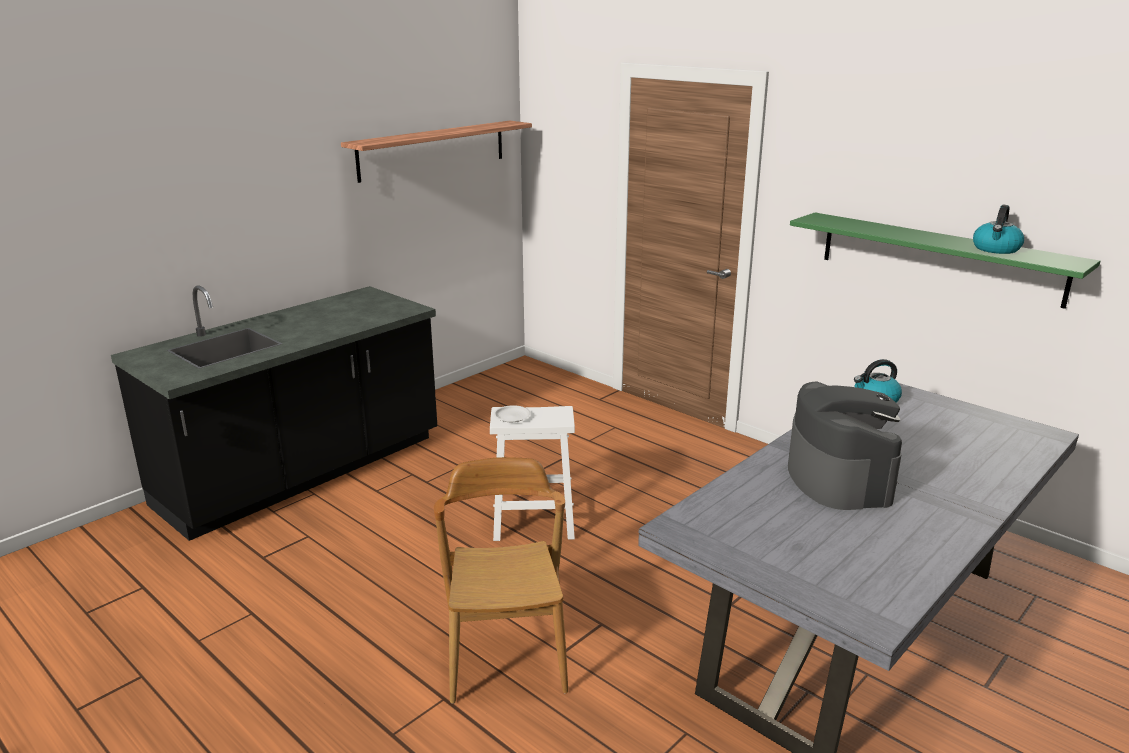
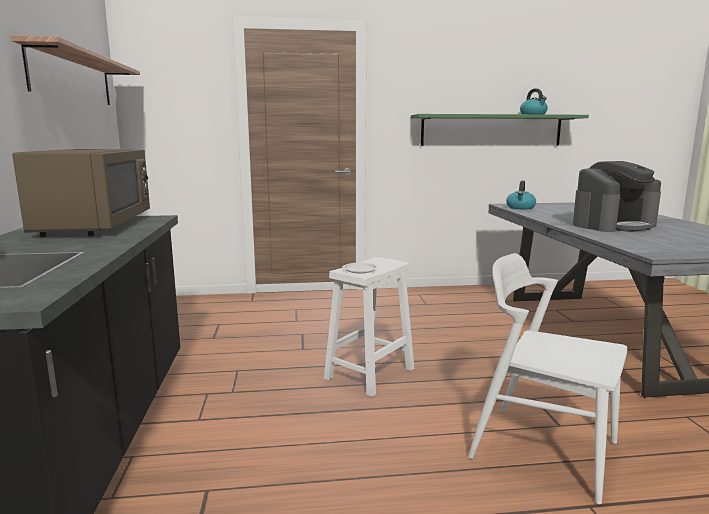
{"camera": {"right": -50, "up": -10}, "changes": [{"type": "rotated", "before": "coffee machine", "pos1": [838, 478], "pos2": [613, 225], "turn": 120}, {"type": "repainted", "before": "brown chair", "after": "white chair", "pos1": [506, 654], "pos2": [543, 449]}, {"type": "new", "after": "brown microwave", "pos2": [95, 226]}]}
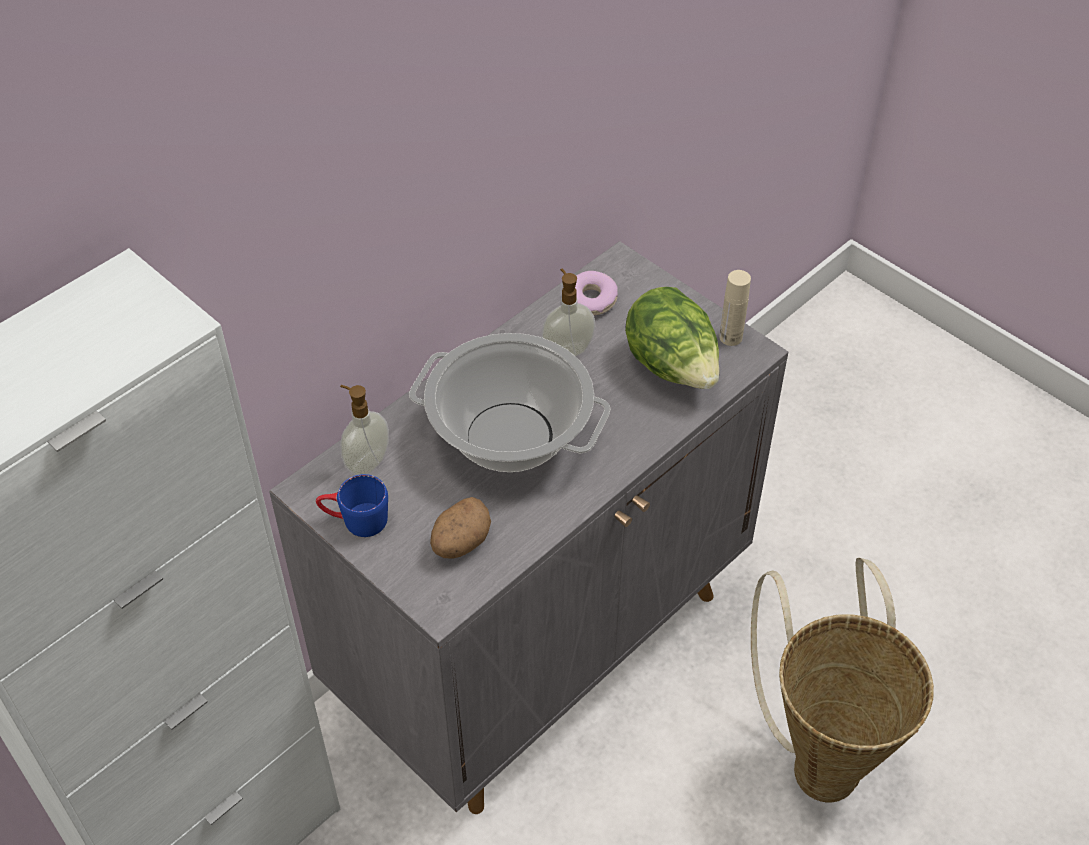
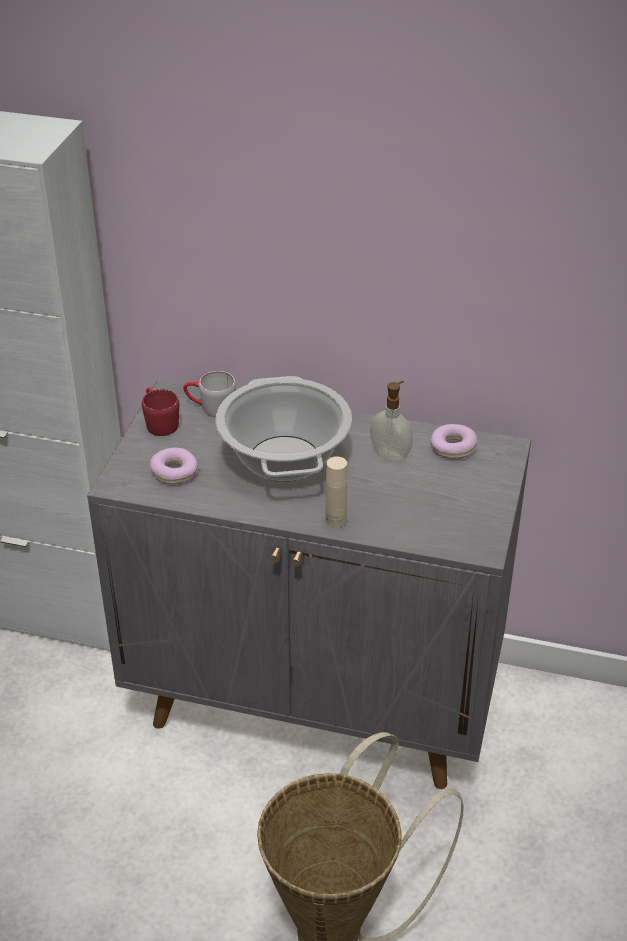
{"camera": {"right": 60, "up": -10}, "changes": [{"type": "shifted", "before": "beige bottle", "pos1": [730, 337], "pos2": [336, 521]}, {"type": "gone", "before": "lettuce", "pos1": [672, 368]}, {"type": "swapped", "before": "soap dispenser", "after": "grey mug", "pos1": [366, 462], "pos2": [210, 407]}, {"type": "repainted", "before": "blue mug", "after": "red mug", "pos1": [355, 520], "pos2": [159, 422]}, {"type": "swapped", "before": "potato", "after": "donut", "pos1": [460, 543], "pos2": [174, 472]}]}
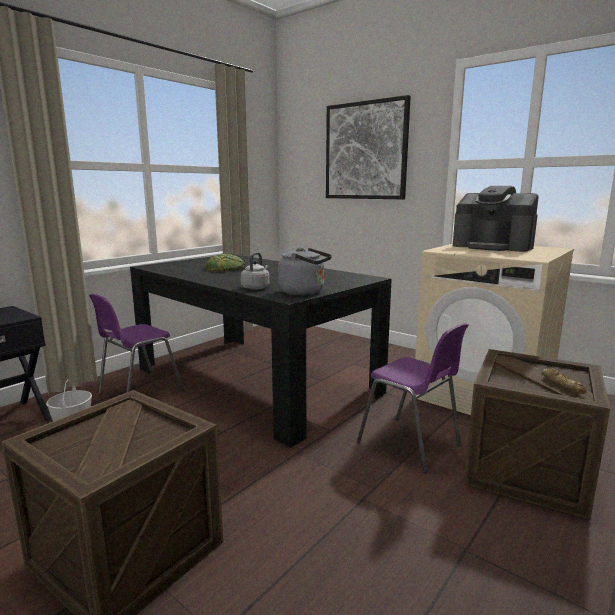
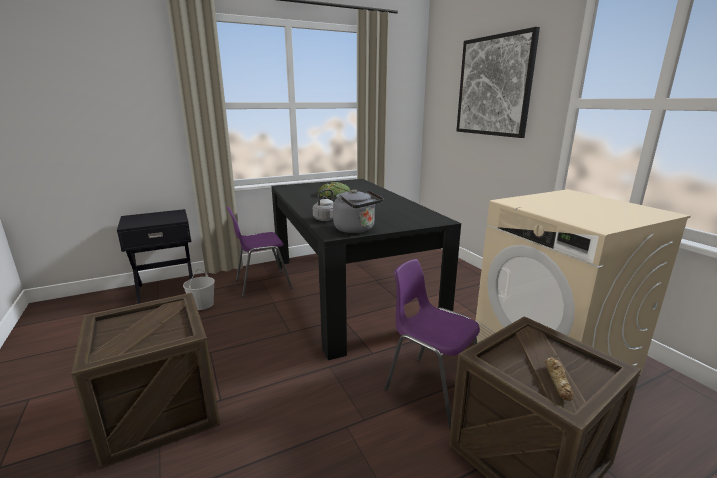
{"camera": {"right": 25, "up": 5}, "changes": [{"type": "gone", "before": "coffee machine", "pos1": [493, 246]}, {"type": "rotated", "before": "purple chair", "pos1": [411, 445], "pos2": [431, 388], "turn": 150}]}
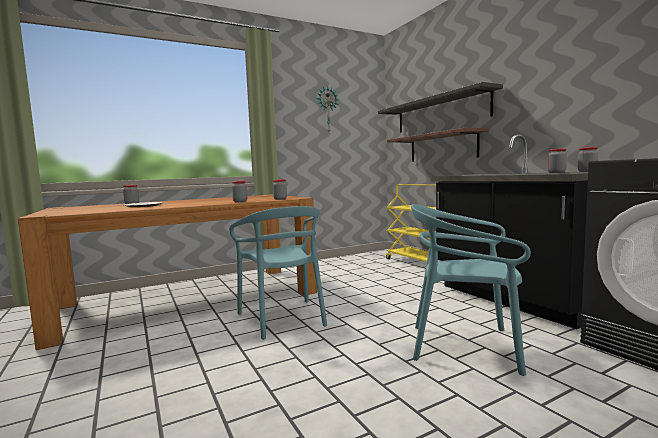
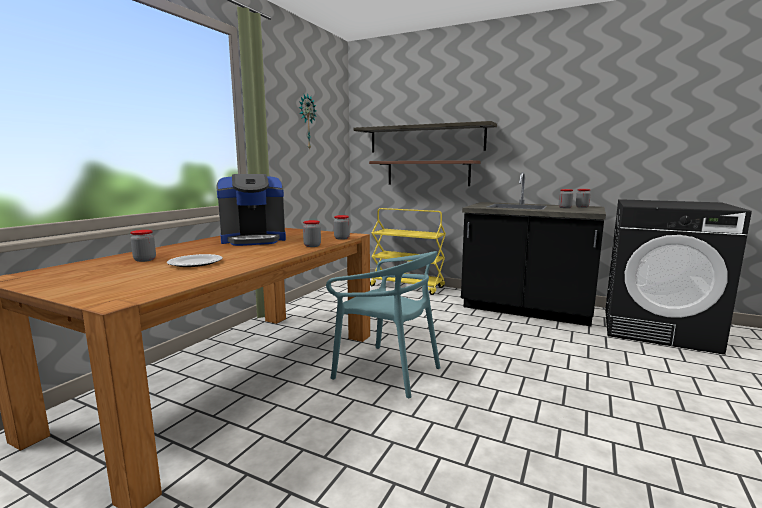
{"camera": {"right": -35, "up": 5}, "changes": [{"type": "gone", "before": "turquoise chair", "pos1": [464, 346]}, {"type": "new", "after": "coffee machine", "pos2": [254, 240]}]}
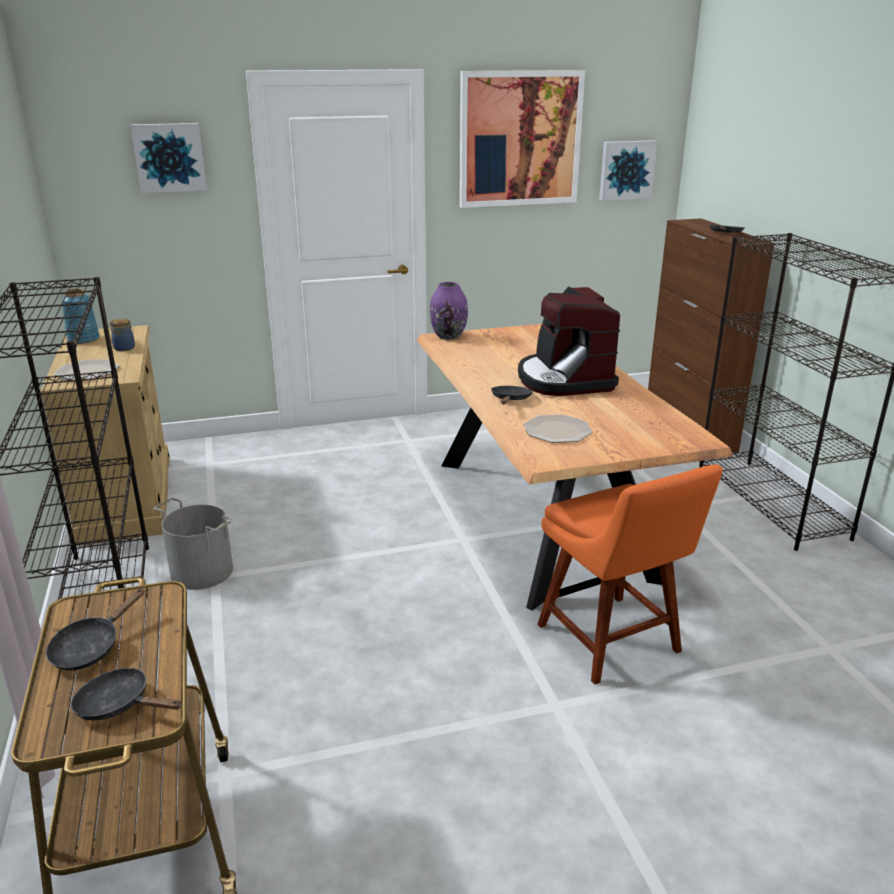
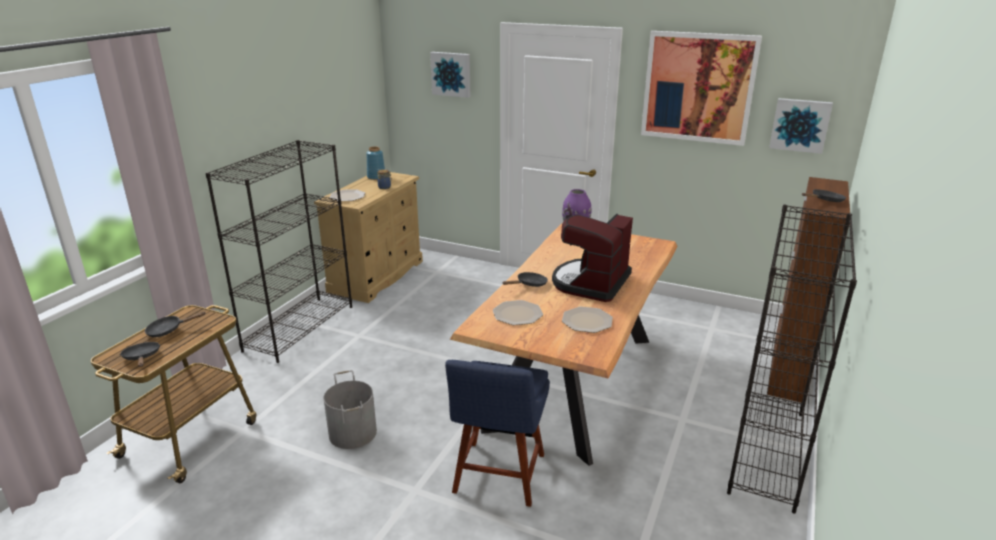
{"camera": {"right": 40, "up": 0}, "changes": [{"type": "repainted", "before": "orange chair", "after": "blue chair", "pos1": [612, 642], "pos2": [498, 476]}, {"type": "shifted", "before": "grey bucket", "pos1": [202, 571], "pos2": [353, 432]}, {"type": "new", "after": "plate", "pos2": [587, 321]}]}
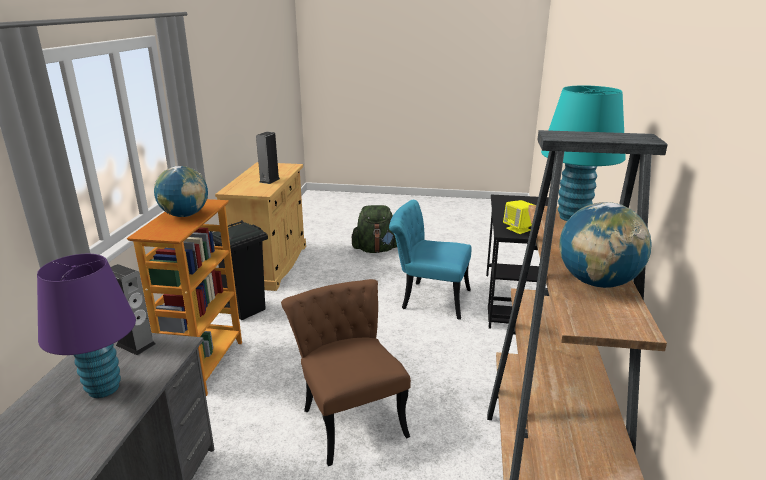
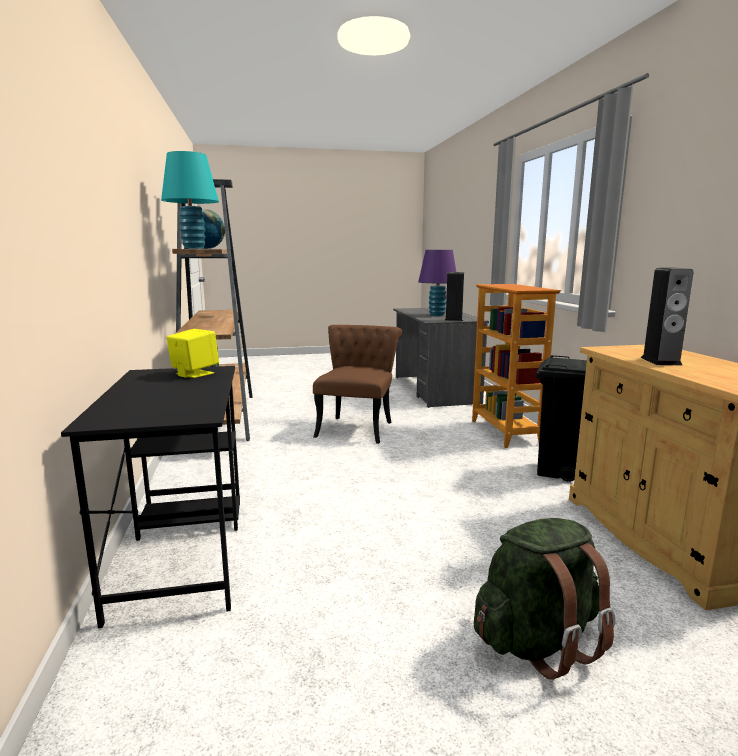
{"camera": {"right": 160, "up": -10}, "changes": [{"type": "gone", "before": "globe", "pos1": [185, 215]}, {"type": "gone", "before": "turquoise chair", "pos1": [428, 298]}, {"type": "rotated", "before": "brown chair", "pos1": [349, 416], "pos2": [357, 427], "turn": -120}]}
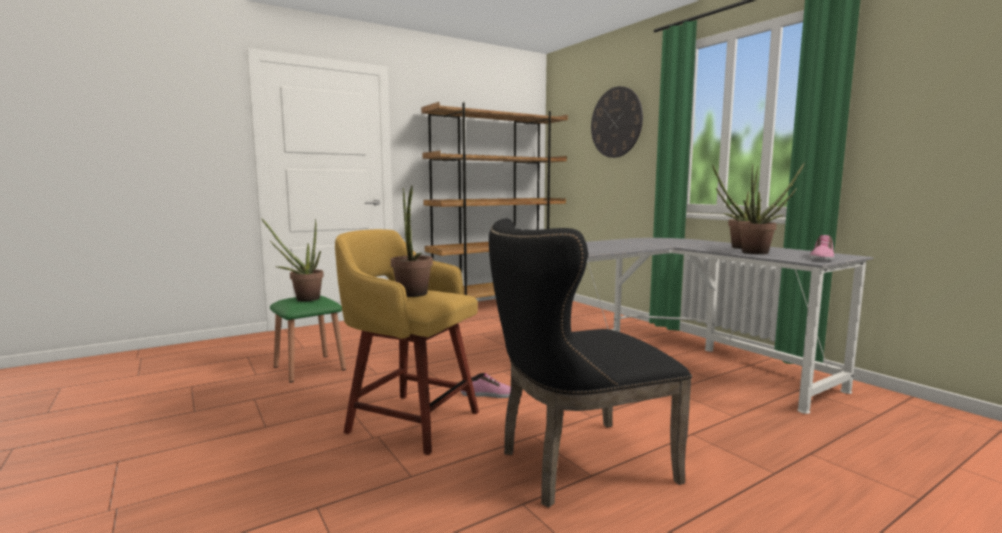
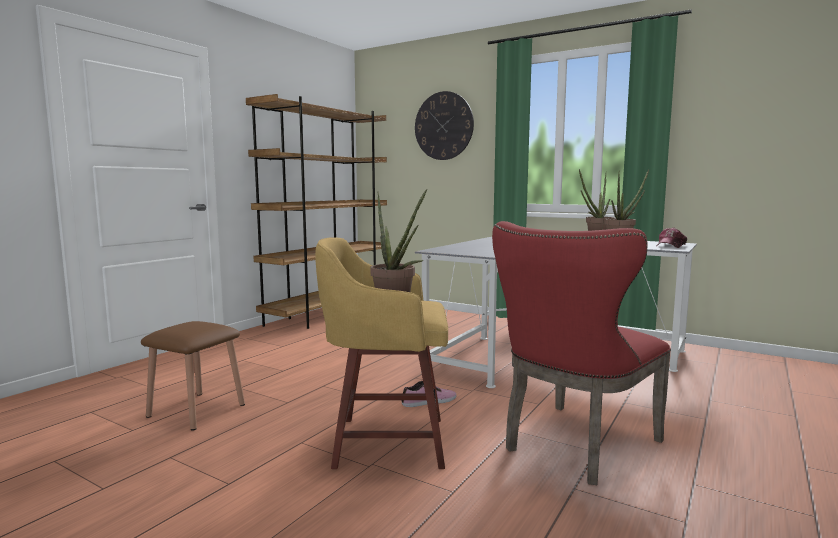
{"camera": {"right": -25, "up": 0}, "changes": [{"type": "gone", "before": "potted plant", "pos1": [302, 299]}, {"type": "repainted", "before": "black chair", "after": "red chair", "pos1": [575, 465], "pos2": [574, 446]}, {"type": "swapped", "before": "shoe", "after": "cap", "pos1": [820, 258], "pos2": [671, 246]}, {"type": "repainted", "before": "green stool", "after": "brown stool", "pos1": [309, 368], "pos2": [196, 410]}]}
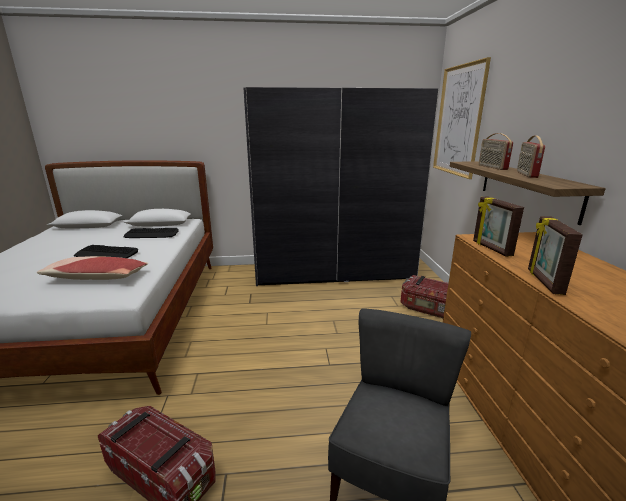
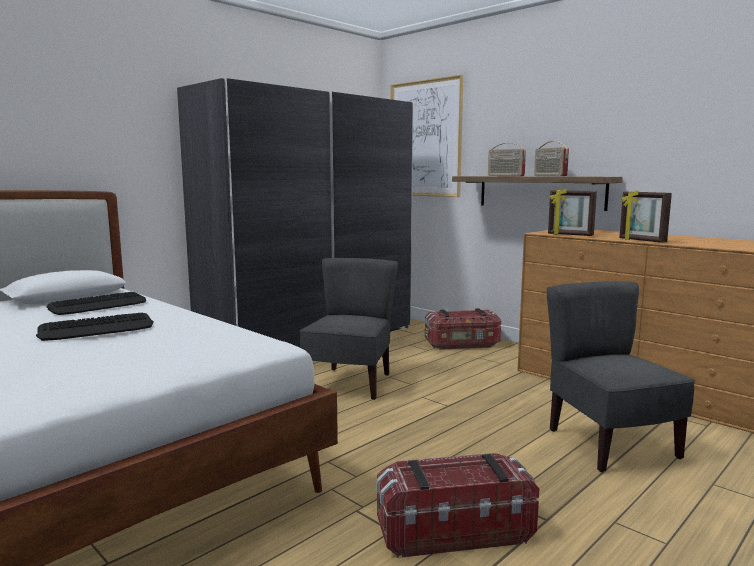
{"camera": {"right": -40, "up": -10}, "changes": [{"type": "gone", "before": "pillow", "pos1": [96, 278]}, {"type": "new", "after": "grey chair", "pos2": [350, 383]}]}
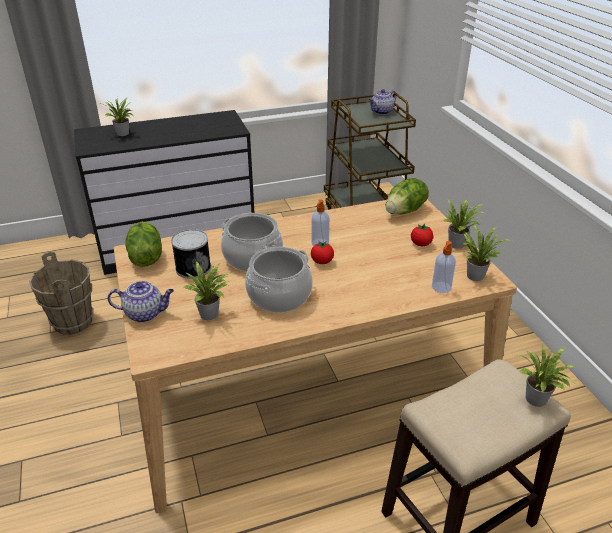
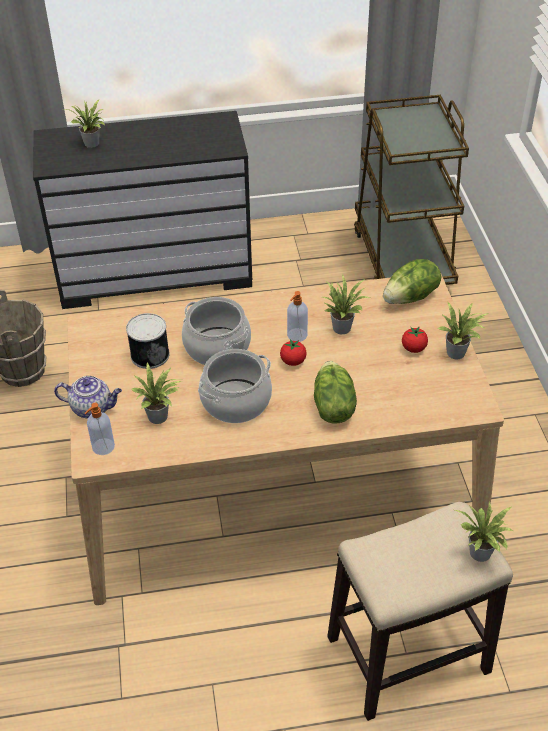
{"camera": {"right": 10, "up": 10}, "changes": [{"type": "gone", "before": "teapot", "pos1": [381, 112]}, {"type": "shifted", "before": "lettuce", "pos1": [145, 257], "pos2": [332, 406]}, {"type": "shifted", "before": "potted plant", "pos1": [475, 274], "pos2": [342, 326]}, {"type": "shifted", "before": "soap dispenser", "pos1": [441, 288], "pos2": [102, 447]}]}
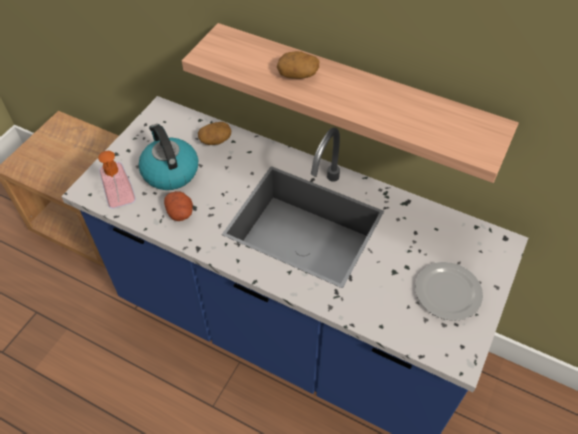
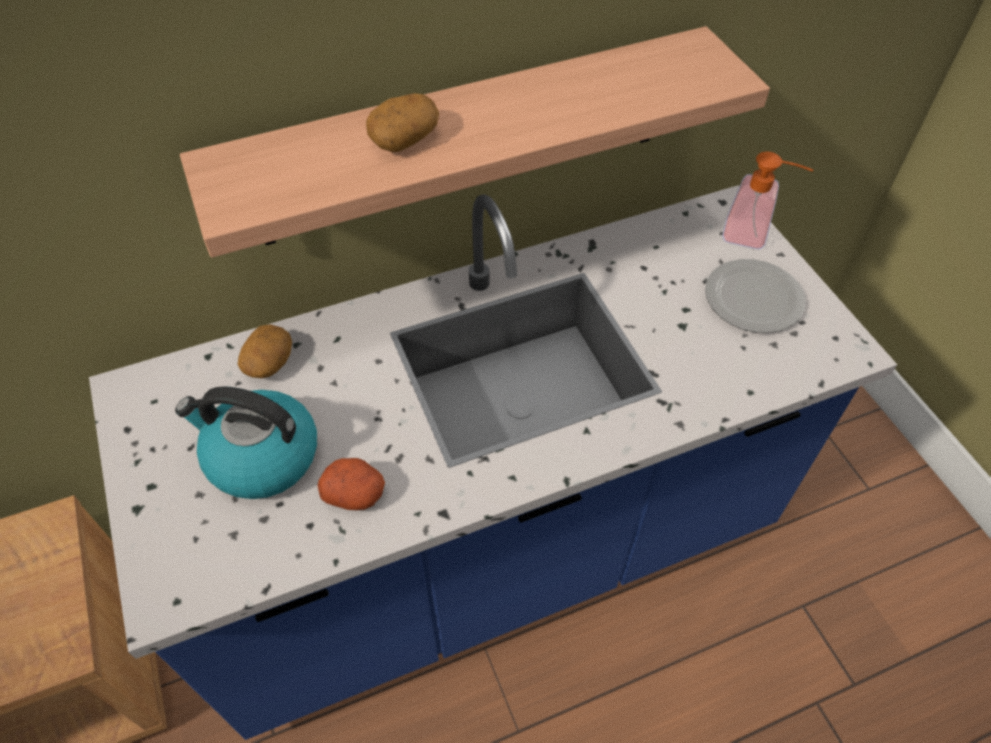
{"camera": {"right": -50, "up": 0}, "changes": [{"type": "shifted", "before": "soap dispenser", "pos1": [122, 201], "pos2": [754, 236]}]}
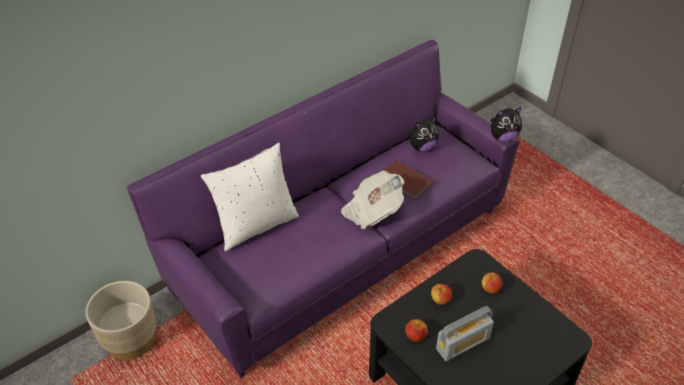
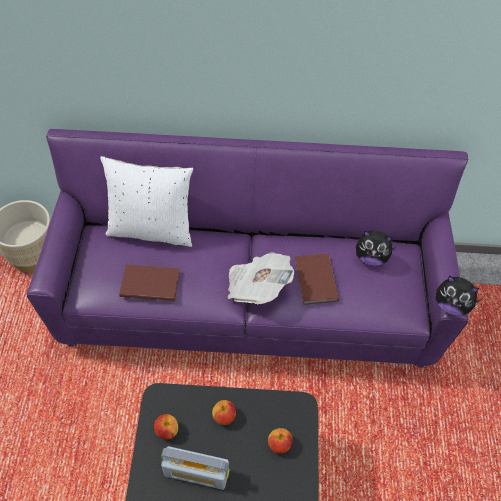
{"camera": {"right": 40, "up": 10}, "changes": [{"type": "new", "after": "brown book", "pos2": [149, 283]}]}
